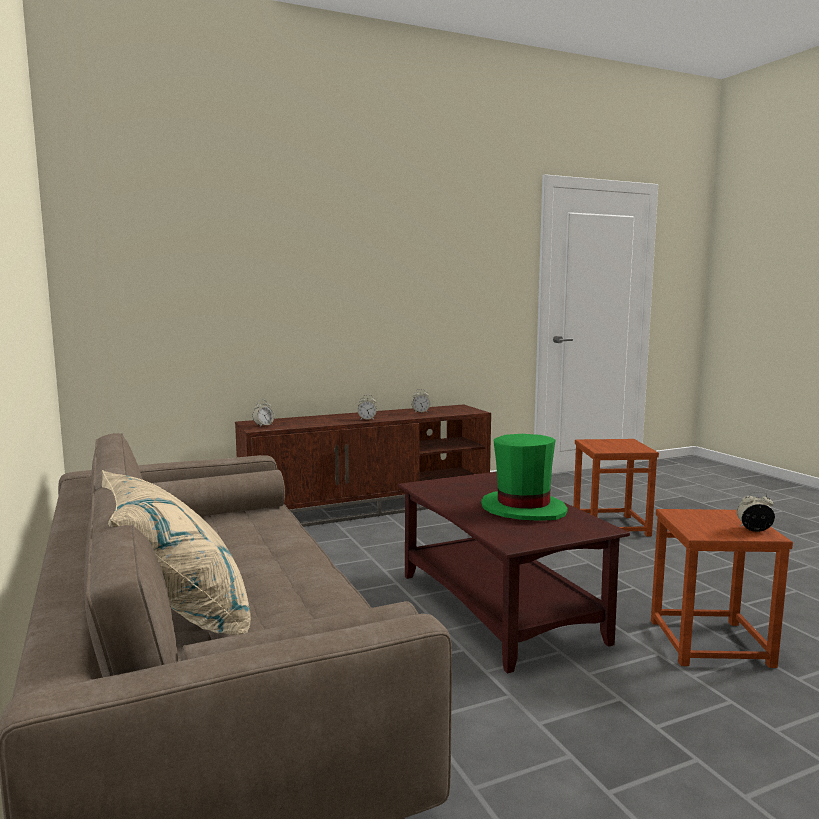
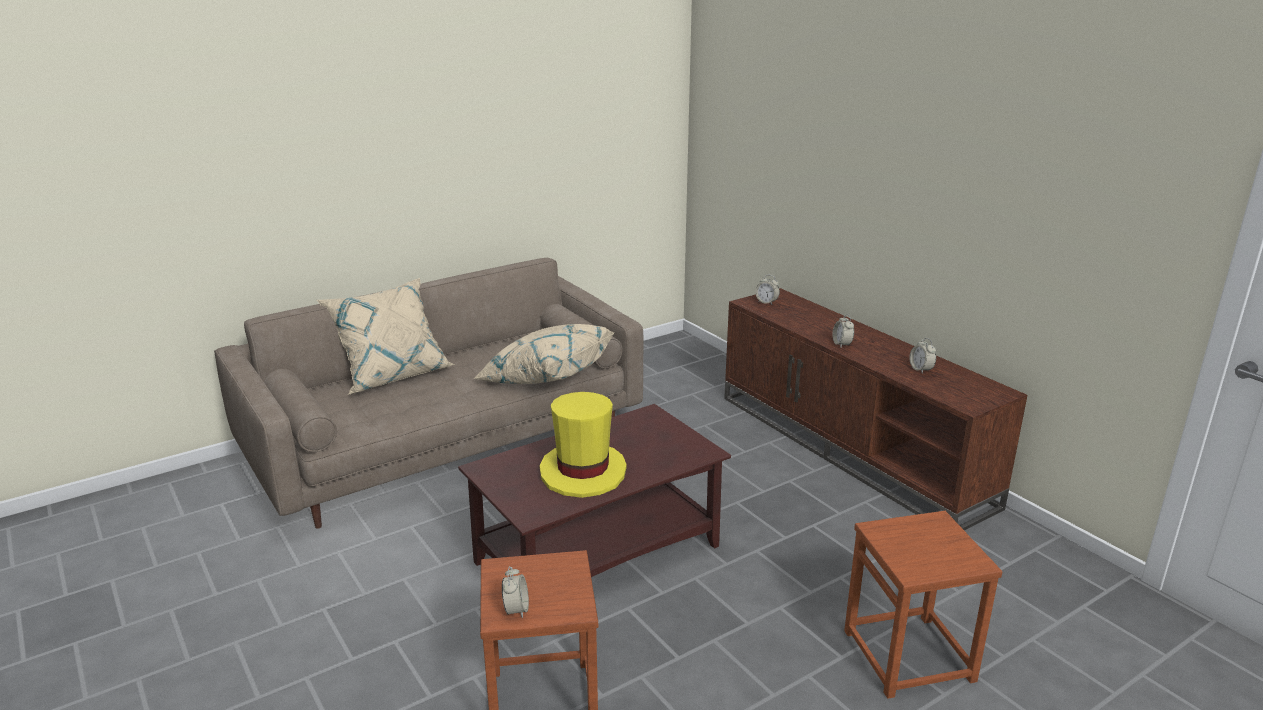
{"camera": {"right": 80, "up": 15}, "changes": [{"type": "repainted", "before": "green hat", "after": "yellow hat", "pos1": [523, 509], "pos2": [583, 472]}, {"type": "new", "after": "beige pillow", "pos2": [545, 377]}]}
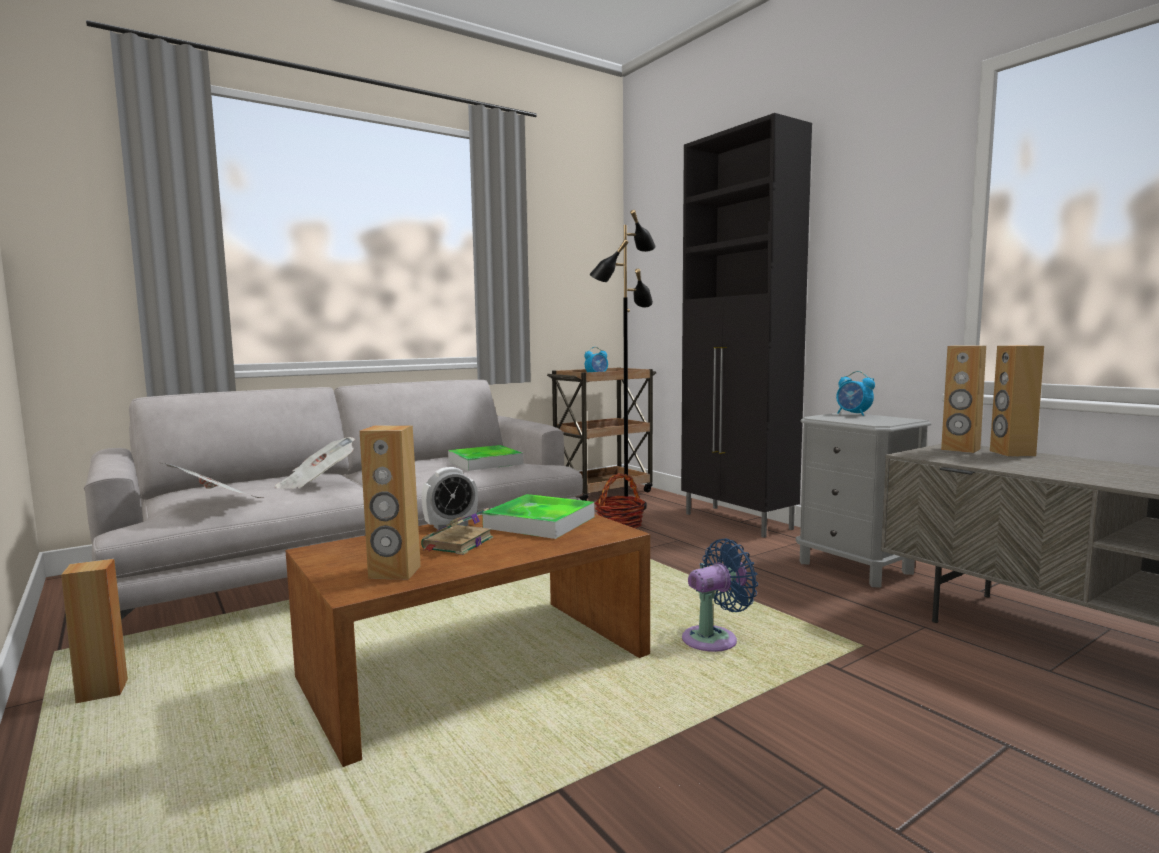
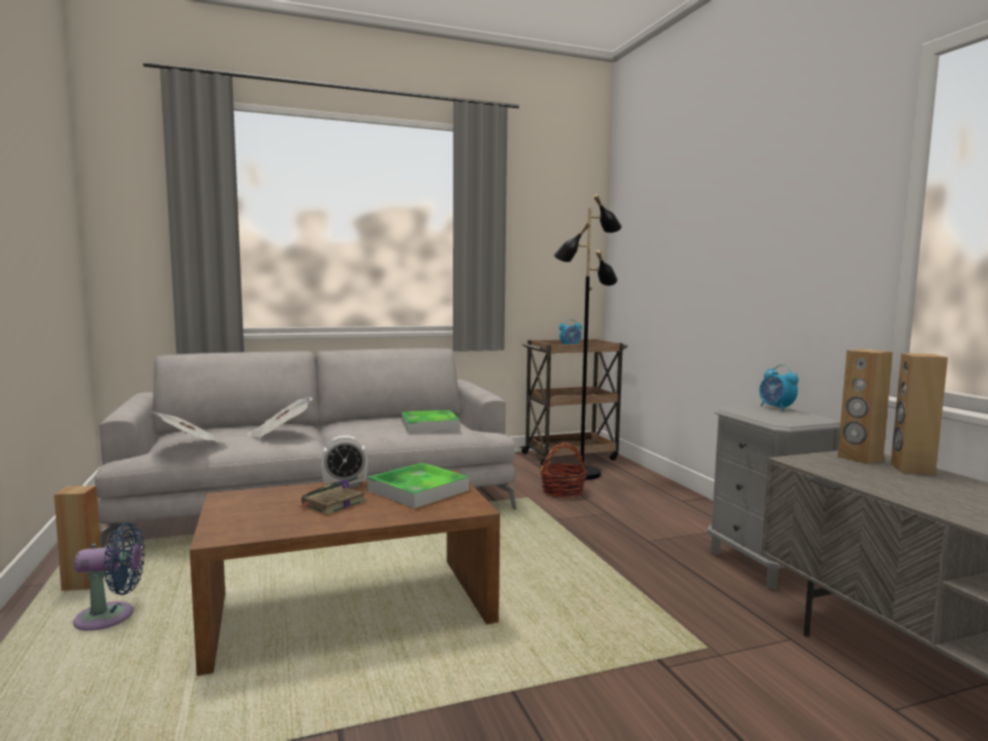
{"camera": {"right": 15, "up": 0}, "changes": [{"type": "gone", "before": "black cabinet", "pos1": [738, 522]}, {"type": "gone", "before": "brown speaker", "pos1": [394, 572]}, {"type": "shifted", "before": "blue fan", "pos1": [714, 639], "pos2": [111, 617]}]}
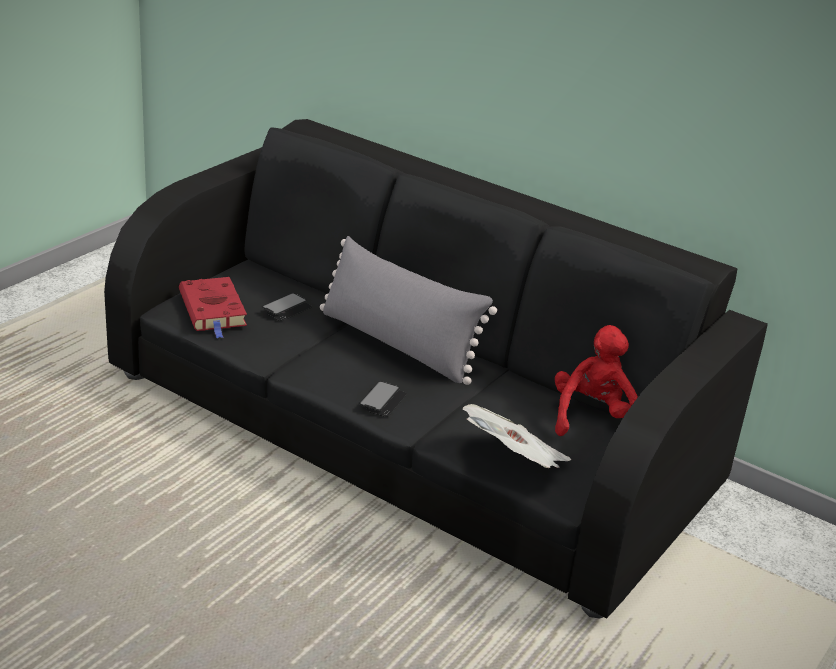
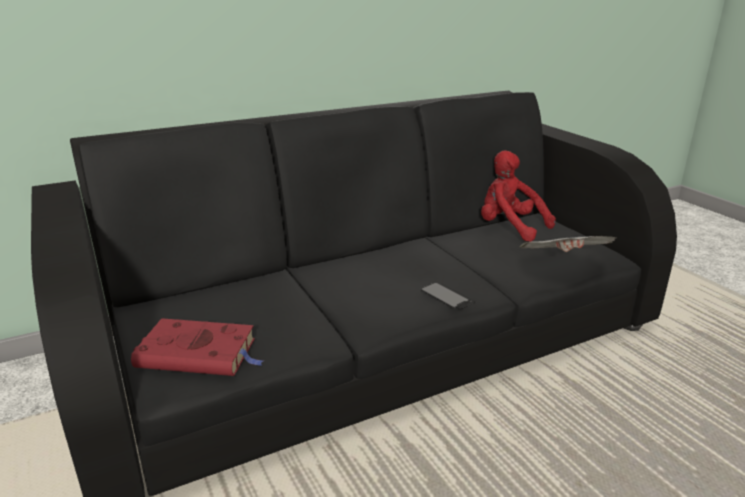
{"camera": {"right": -60, "up": -5}, "changes": [{"type": "gone", "before": "grey pillow", "pos1": [397, 344]}, {"type": "gone", "before": "phone", "pos1": [287, 308]}]}
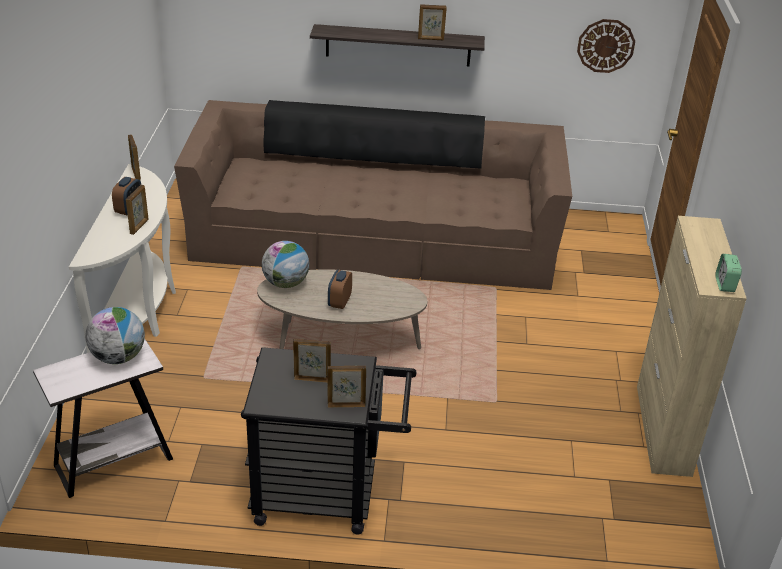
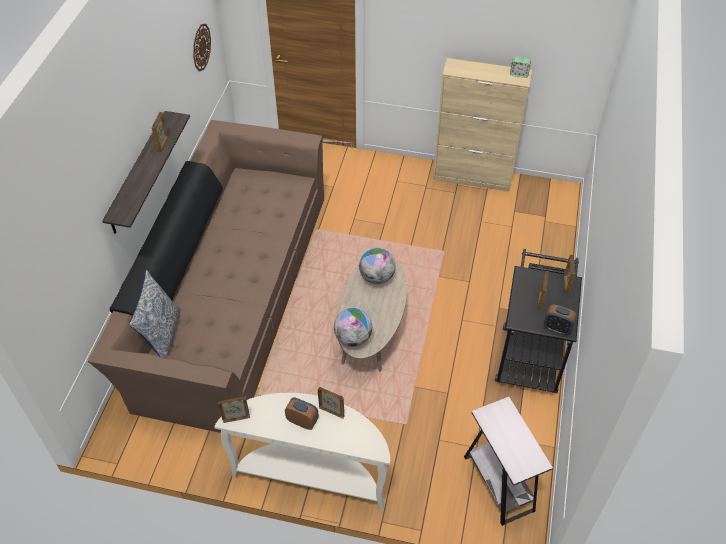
{"camera": {"right": -80, "up": 15}, "changes": [{"type": "shifted", "before": "alarm clock", "pos1": [339, 302], "pos2": [557, 328]}, {"type": "shifted", "before": "globe", "pos1": [118, 357], "pos2": [377, 277]}, {"type": "new", "after": "pillow", "pos2": [161, 334]}]}
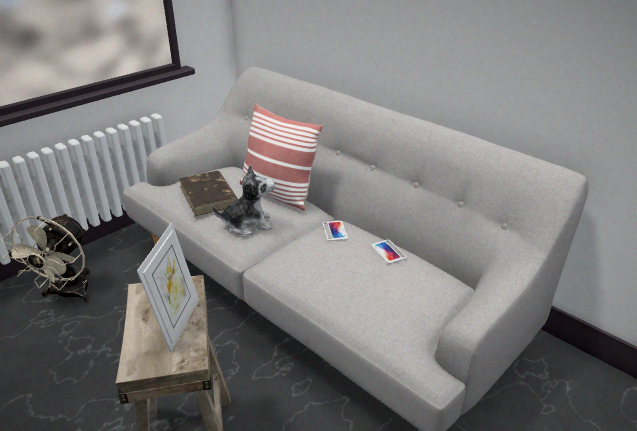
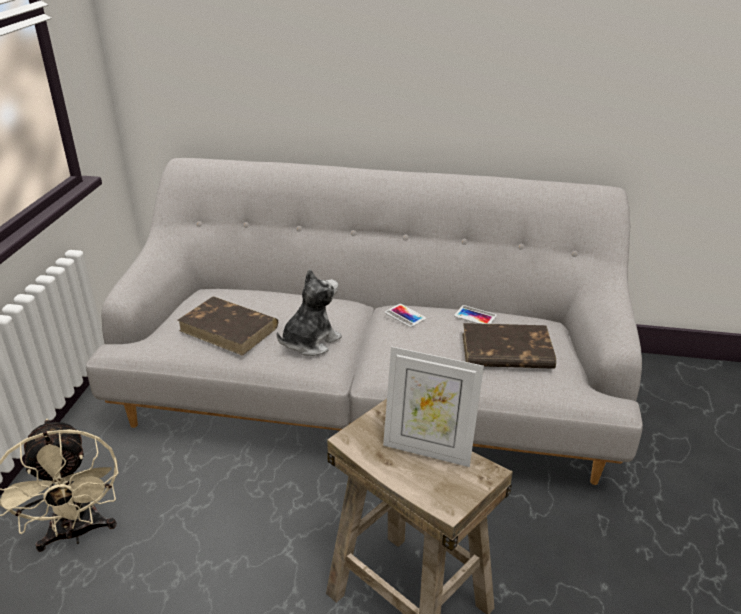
{"camera": {"right": -35, "up": 0}, "changes": [{"type": "gone", "before": "pillow", "pos1": [277, 193]}, {"type": "rotated", "before": "picture frame", "pos1": [178, 323], "pos2": [428, 449], "turn": 135}, {"type": "new", "after": "brown book", "pos2": [505, 351]}]}
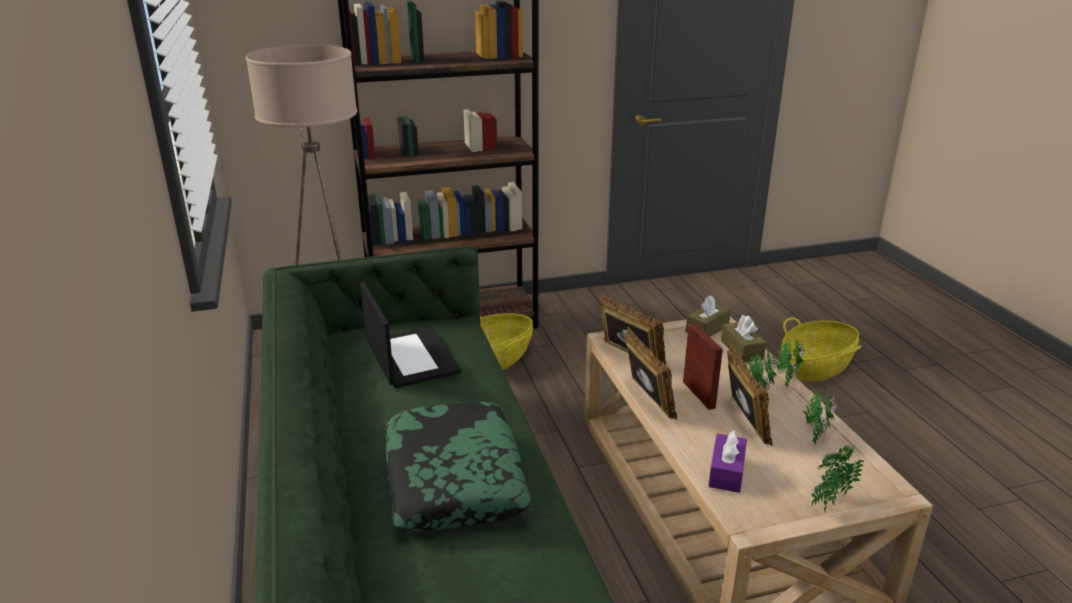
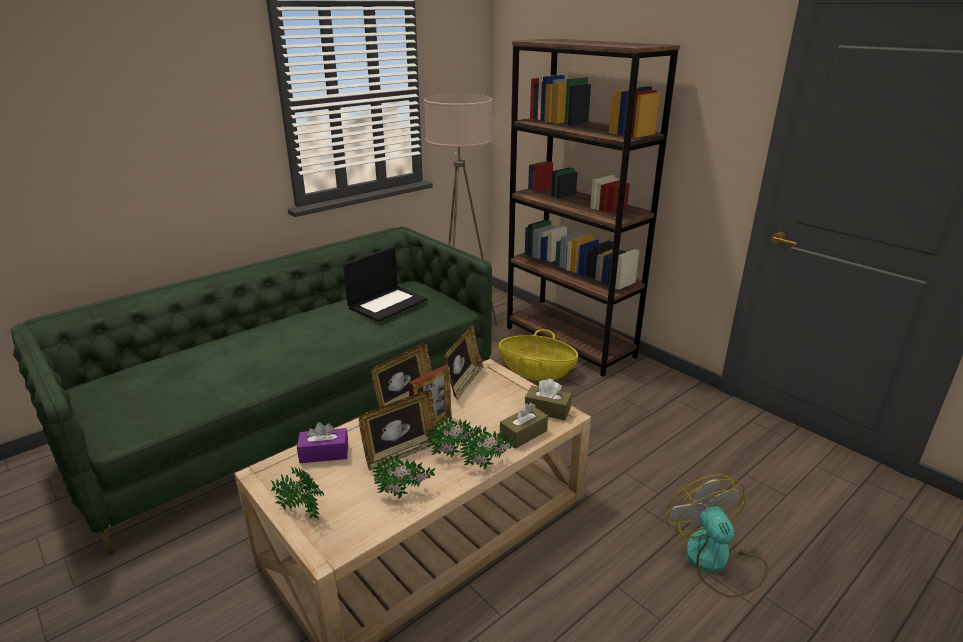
{"camera": {"right": 65, "up": 0}, "changes": [{"type": "swapped", "before": "basket", "after": "fan", "pos1": [815, 367], "pos2": [715, 561]}, {"type": "gone", "before": "pillow", "pos1": [453, 478]}]}
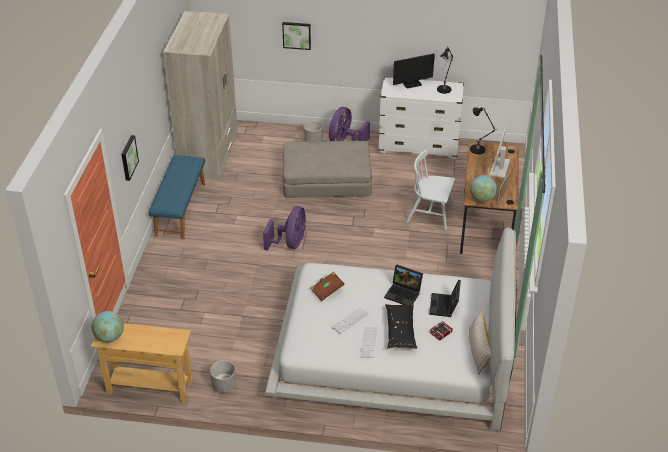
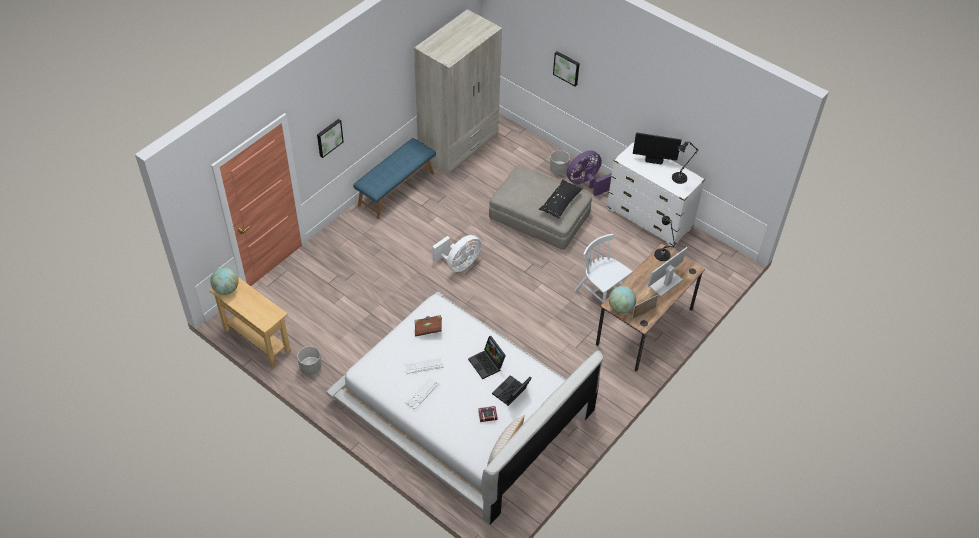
{"camera": {"right": 30, "up": 10}, "changes": [{"type": "repainted", "before": "purple fan", "after": "white fan", "pos1": [290, 243], "pos2": [459, 264]}, {"type": "shifted", "before": "black pillow", "pos1": [400, 331], "pos2": [560, 203]}]}
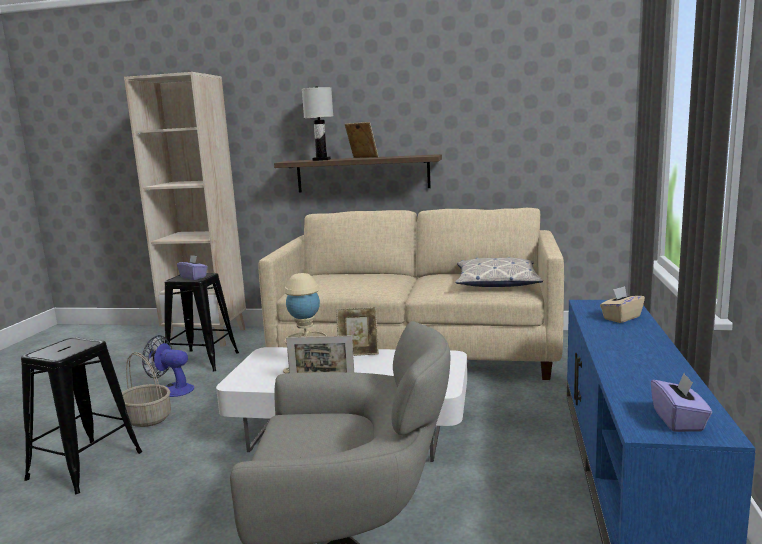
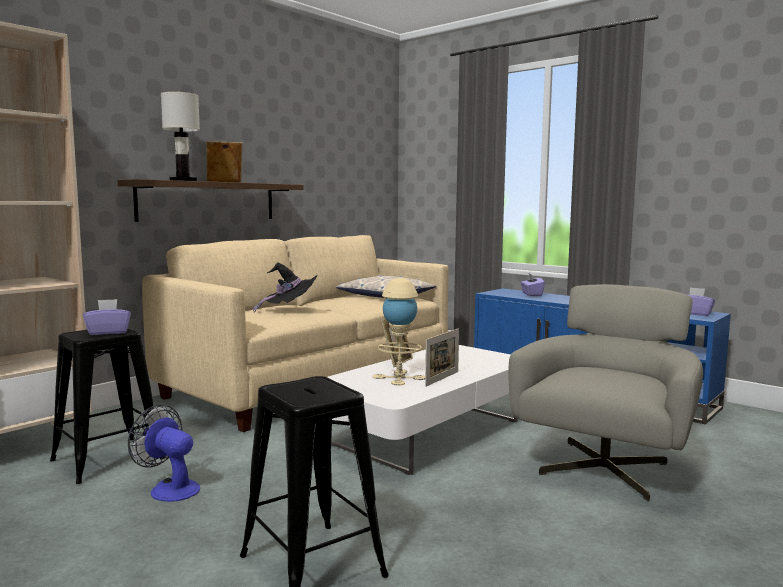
{"camera": {"right": -60, "up": -5}, "changes": [{"type": "repainted", "before": "beige tissue box", "after": "purple tissue box", "pos1": [621, 318], "pos2": [531, 294]}, {"type": "rotated", "before": "fan", "pos1": [172, 390], "pos2": [169, 488], "turn": 75}, {"type": "gone", "before": "basket", "pos1": [148, 419]}, {"type": "new", "after": "black hat", "pos2": [289, 310]}]}
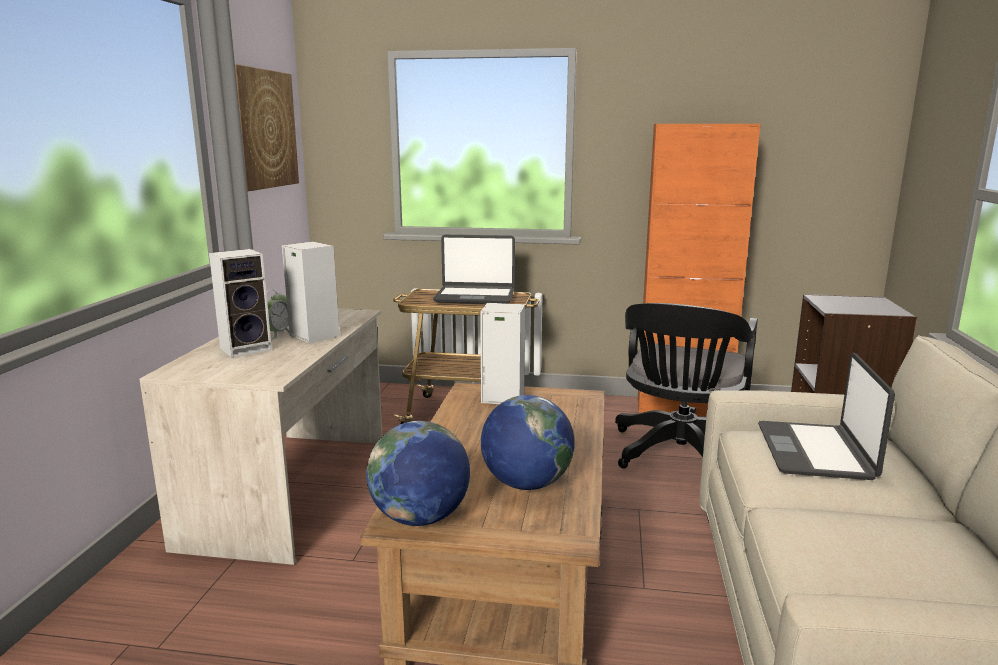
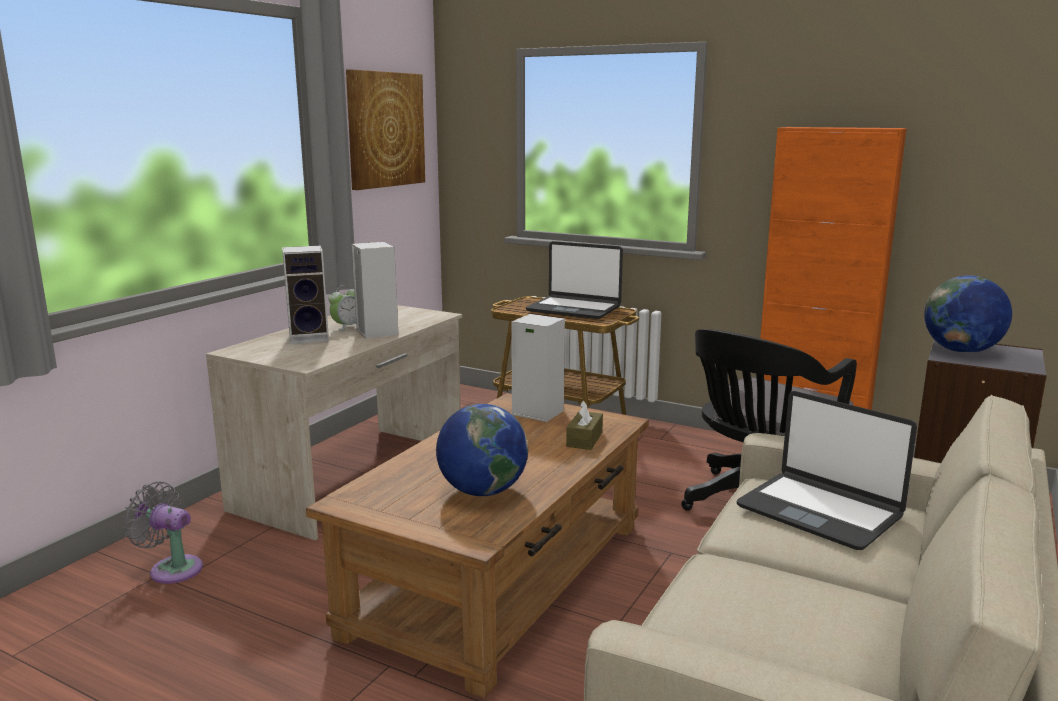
{"camera": {"right": 20, "up": 0}, "changes": [{"type": "rotated", "before": "laptop", "pos1": [816, 452], "pos2": [820, 511], "turn": -75}, {"type": "shifted", "before": "globe", "pos1": [420, 518], "pos2": [961, 351]}, {"type": "new", "after": "brown tissue box", "pos2": [584, 439]}, {"type": "new", "after": "grey fan", "pos2": [172, 568]}]}
